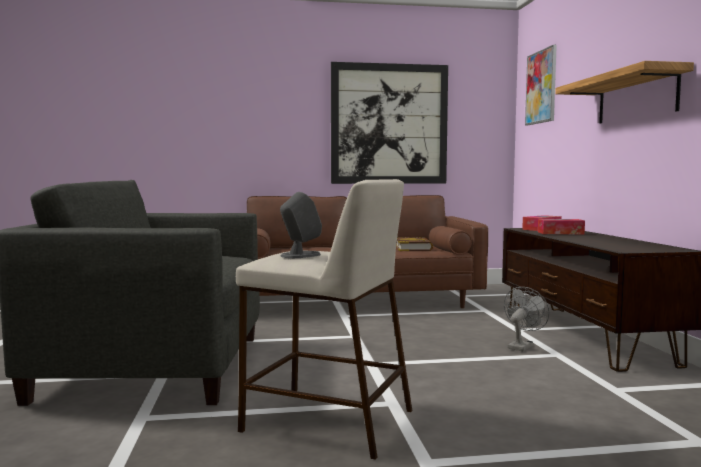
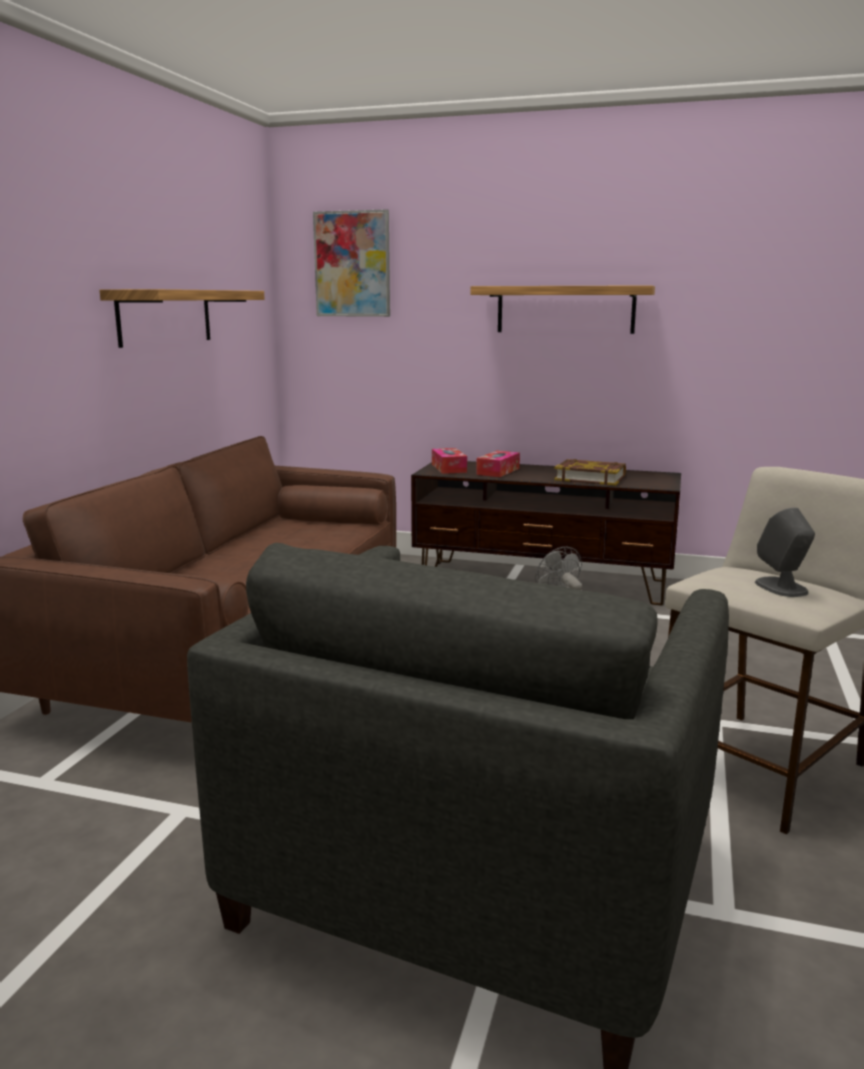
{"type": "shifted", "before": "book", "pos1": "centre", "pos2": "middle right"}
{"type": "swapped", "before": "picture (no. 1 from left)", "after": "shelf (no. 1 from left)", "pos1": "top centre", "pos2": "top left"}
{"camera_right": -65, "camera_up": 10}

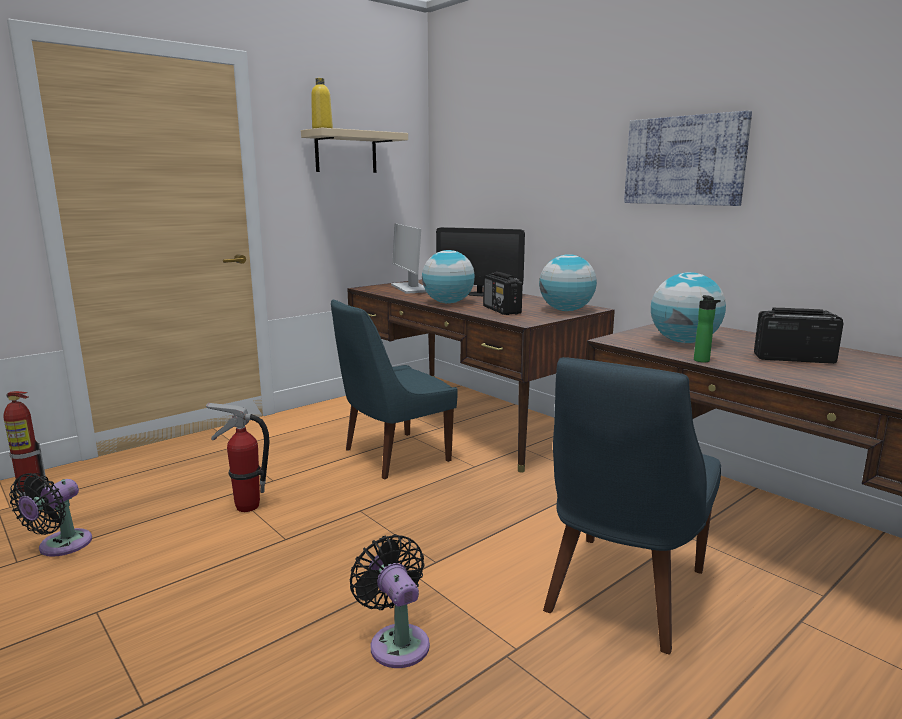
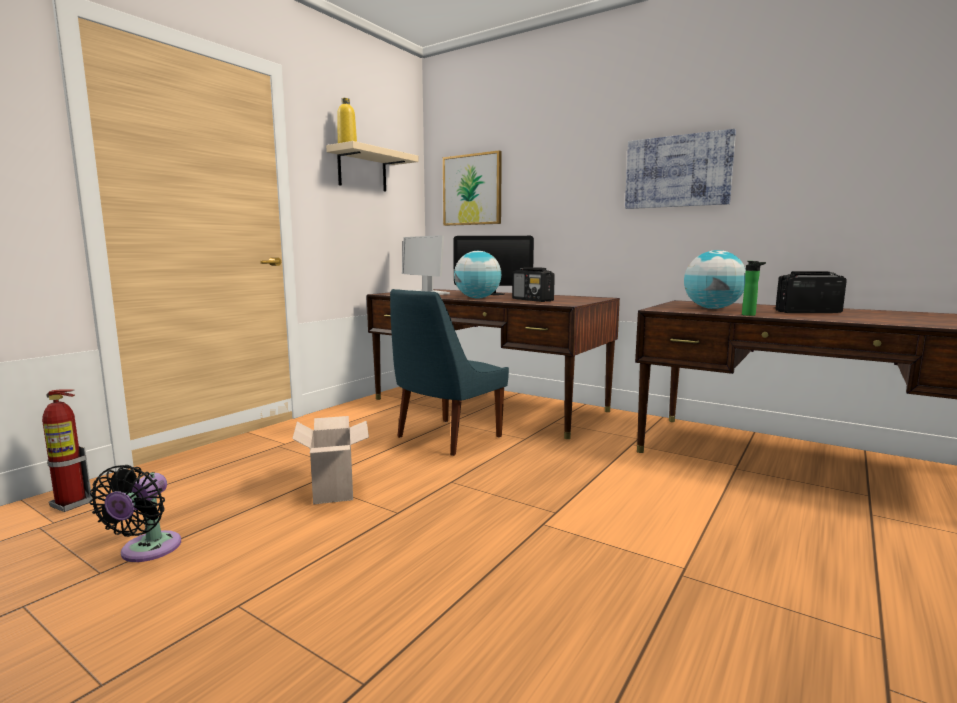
{"type": "gone", "before": "fan/black (no. 2 from left)", "pos1": "bottom centre"}
{"type": "gone", "before": "globe (no. 2 from left)", "pos1": "centre"}
{"type": "gone", "before": "chair/blue (no. 2 from left)", "pos1": "bottom right"}
{"type": "new", "after": "picture (no. 1 from left)", "pos2": "top centre"}
{"type": "swapped", "before": "fire extinguisher (no. 2 from left)", "after": "cardboard box", "pos1": "middle left", "pos2": "centre"}
{"camera_right": -15, "camera_up": -5}

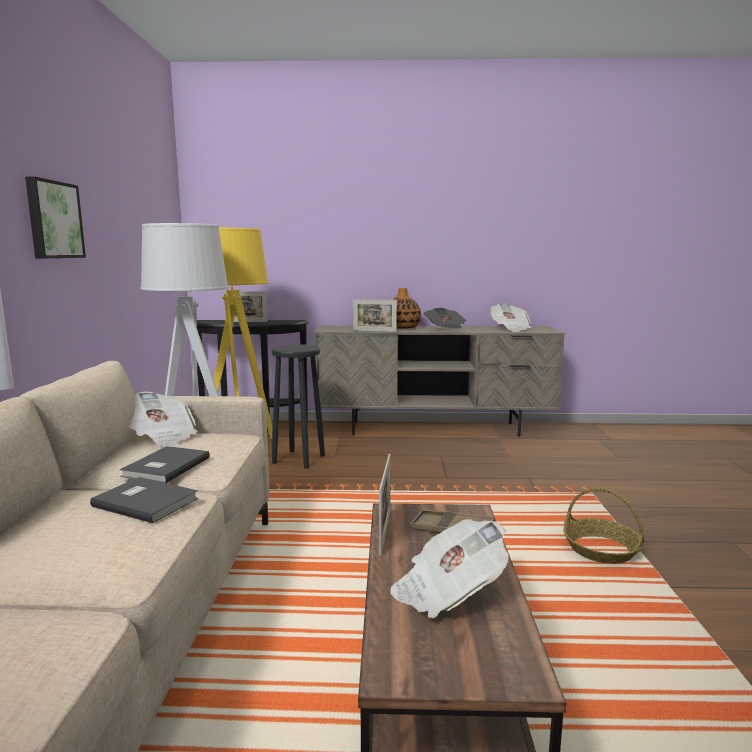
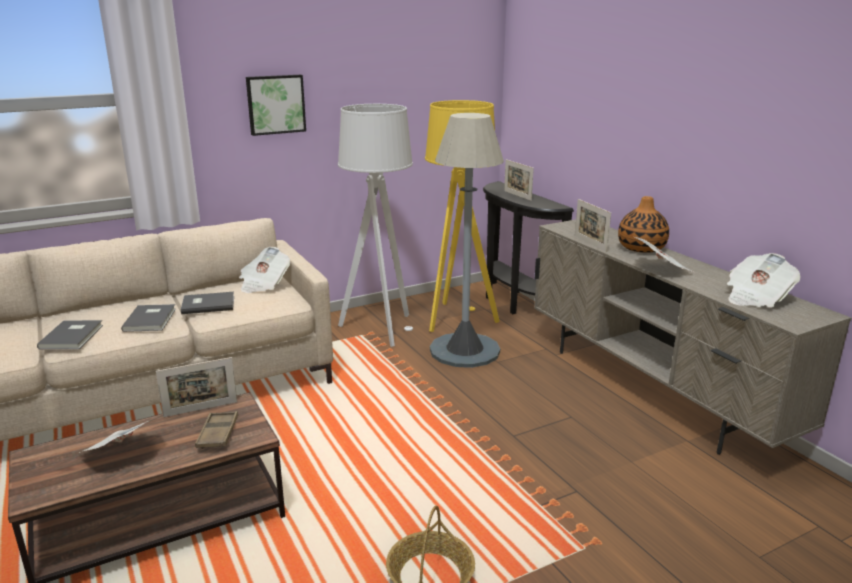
{"type": "new", "after": "book/grey (no. 1 from left)", "pos2": "middle left"}
{"type": "swapped", "before": "stool/black", "after": "floor lamp/grey (no. 2 from left)", "pos1": "centre", "pos2": "centre"}
{"camera_right": 60, "camera_up": 10}

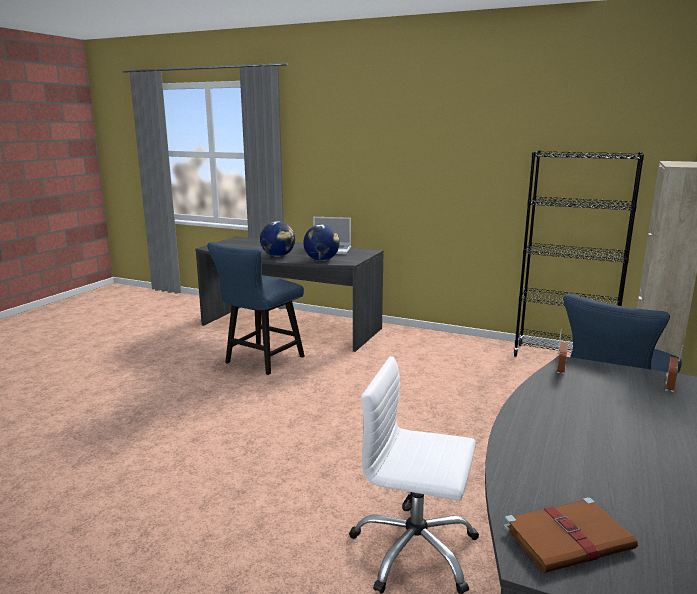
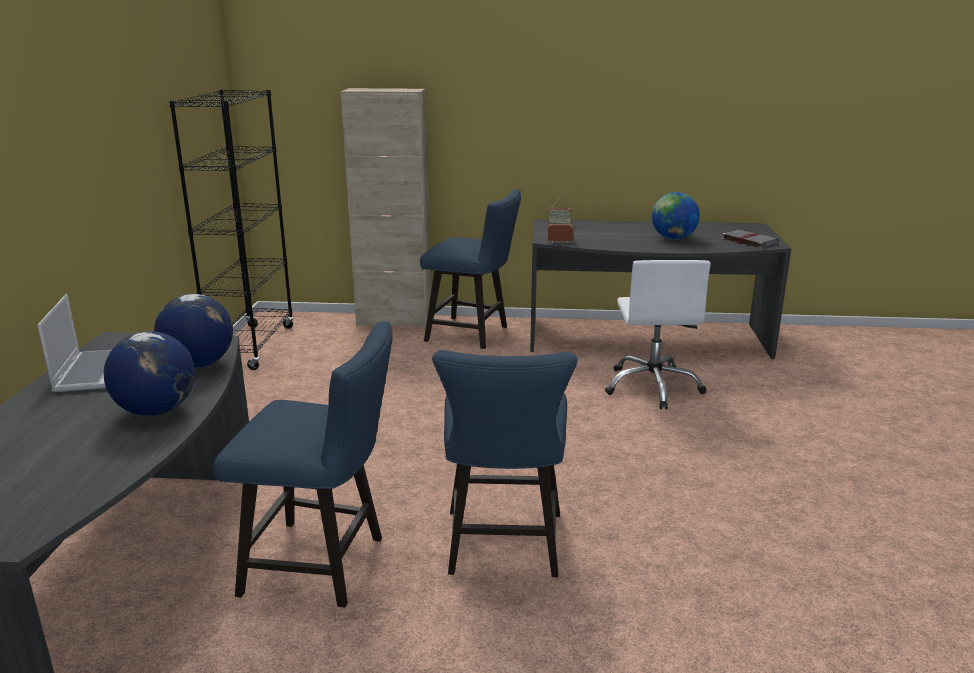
{"type": "new", "after": "chair/blue (no. 3 from left)", "pos2": "bottom centre"}
{"type": "new", "after": "globe (no. 3 from left)", "pos2": "top right"}
{"type": "repainted", "before": "book/brown", "after": "book/grey", "pos1": "bottom right", "pos2": "middle right"}
{"camera_right": -110, "camera_up": 5}

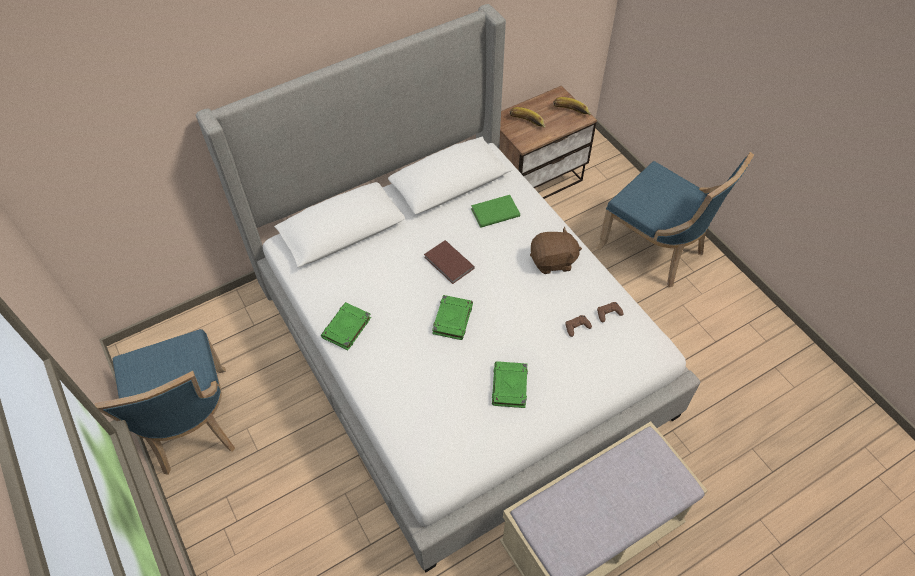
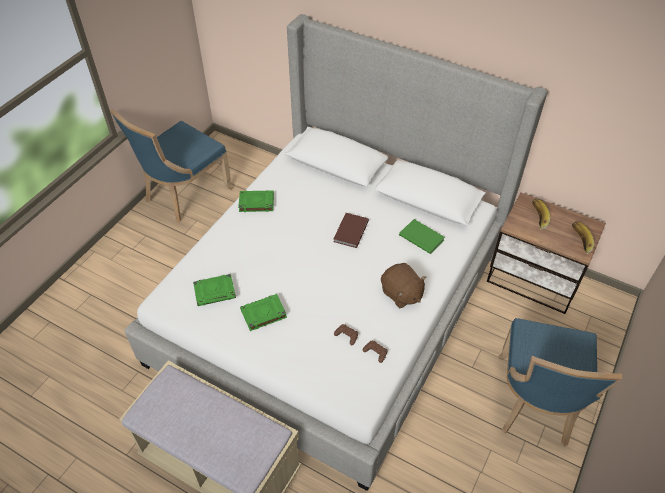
{"type": "shifted", "before": "book/green (no. 2 from left in the first image)", "after": "book/green (no. 1 from left)", "pos1": "centre", "pos2": "middle left"}
{"camera_right": 60, "camera_up": -5}

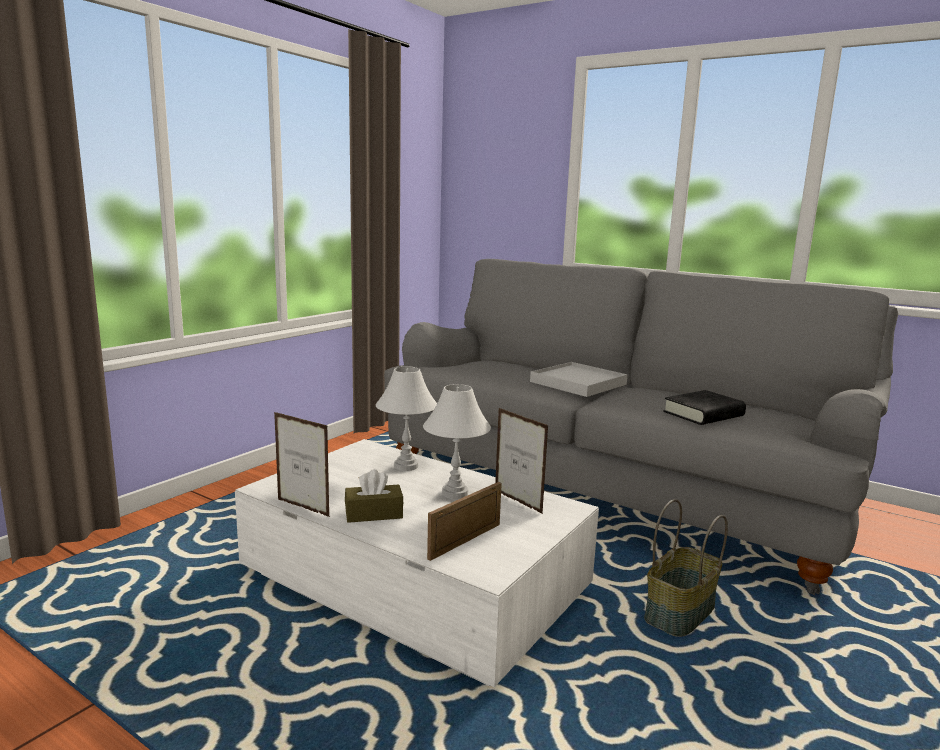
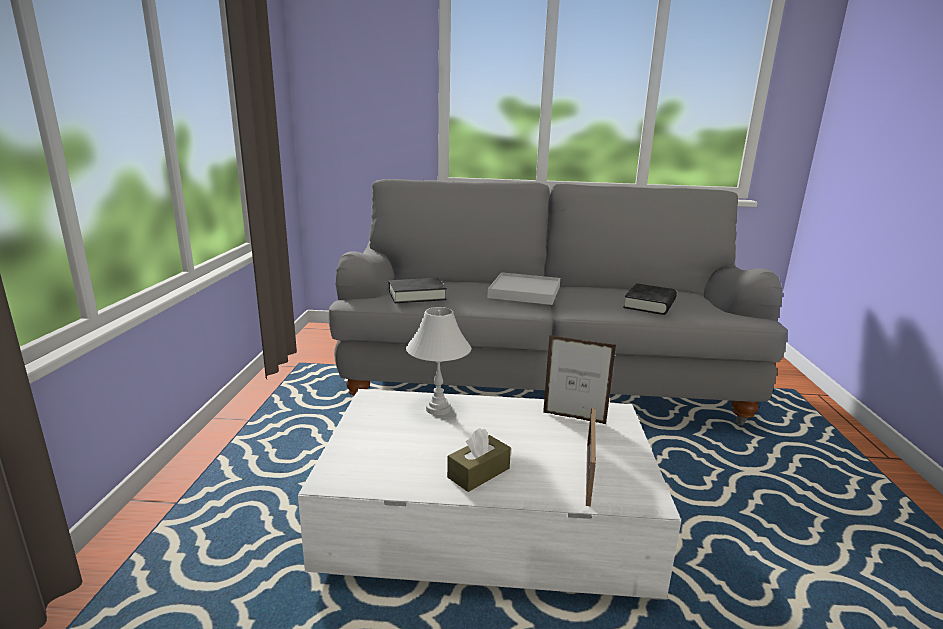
{"type": "gone", "before": "picture frame (no. 1 from left)", "pos1": "middle left"}
{"type": "gone", "before": "table lamp/white (no. 2 from left)", "pos1": "centre"}
{"type": "gone", "before": "basket", "pos1": "bottom right"}
{"type": "new", "after": "book/black (no. 1 from left)", "pos2": "centre"}
{"camera_right": -30, "camera_up": 5}

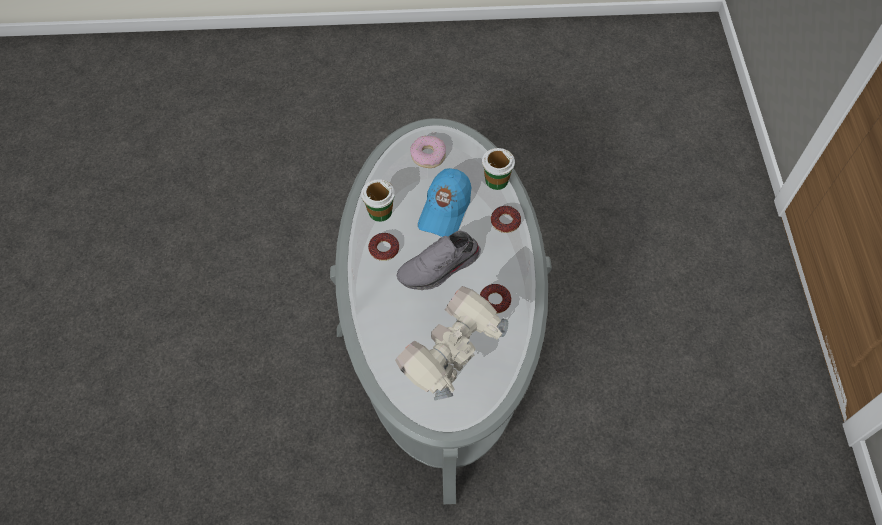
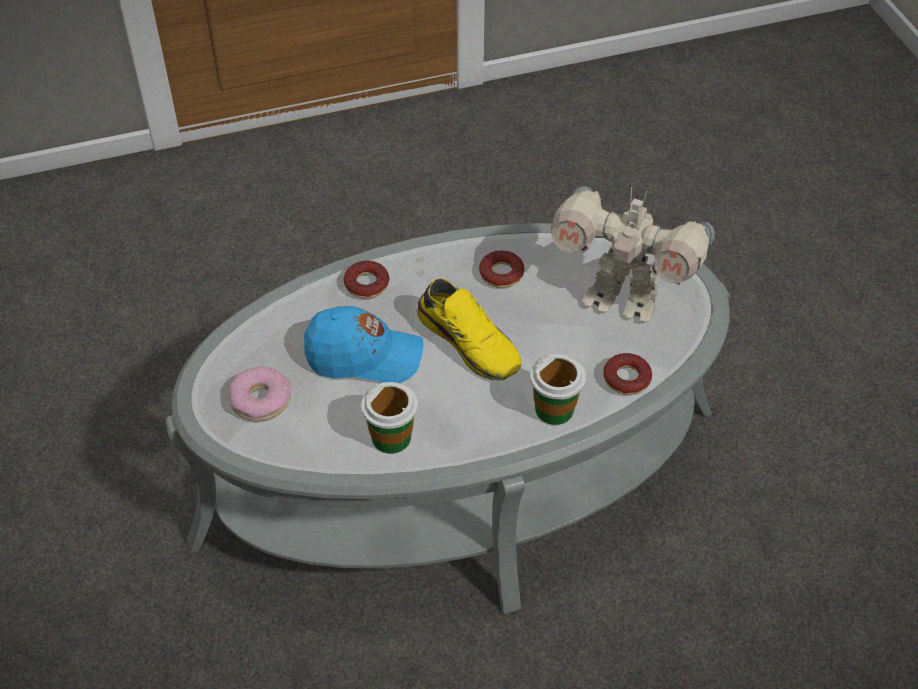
{"type": "shifted", "before": "donut (no. 1 from left in the first image)", "after": "donut (no. 4 from left)", "pos1": "centre", "pos2": "middle right"}
{"type": "shifted", "before": "cup (no. 2 from left)", "pos1": "top centre", "pos2": "centre"}
{"type": "repainted", "before": "shoe/grey", "after": "shoe/yellow", "pos1": "centre", "pos2": "centre"}
{"camera_right": -105, "camera_up": -10}

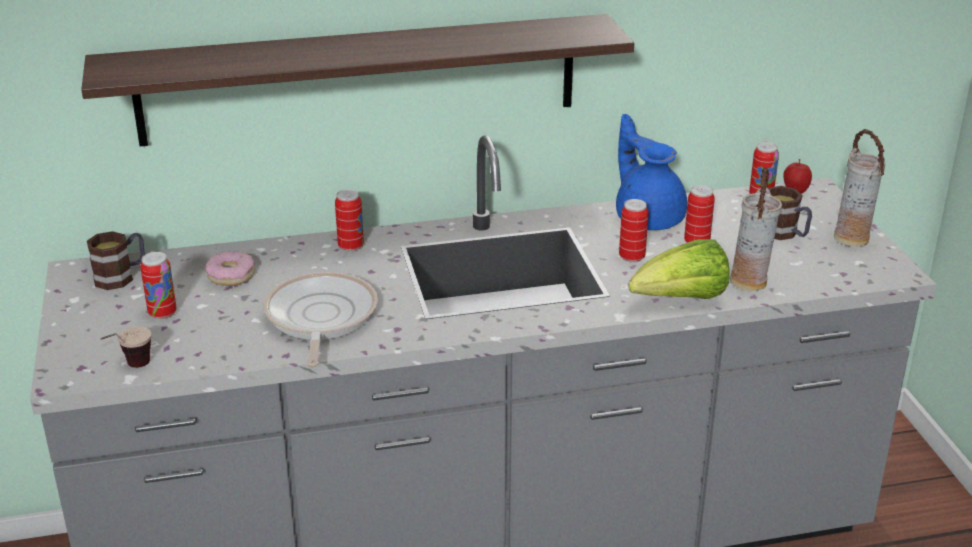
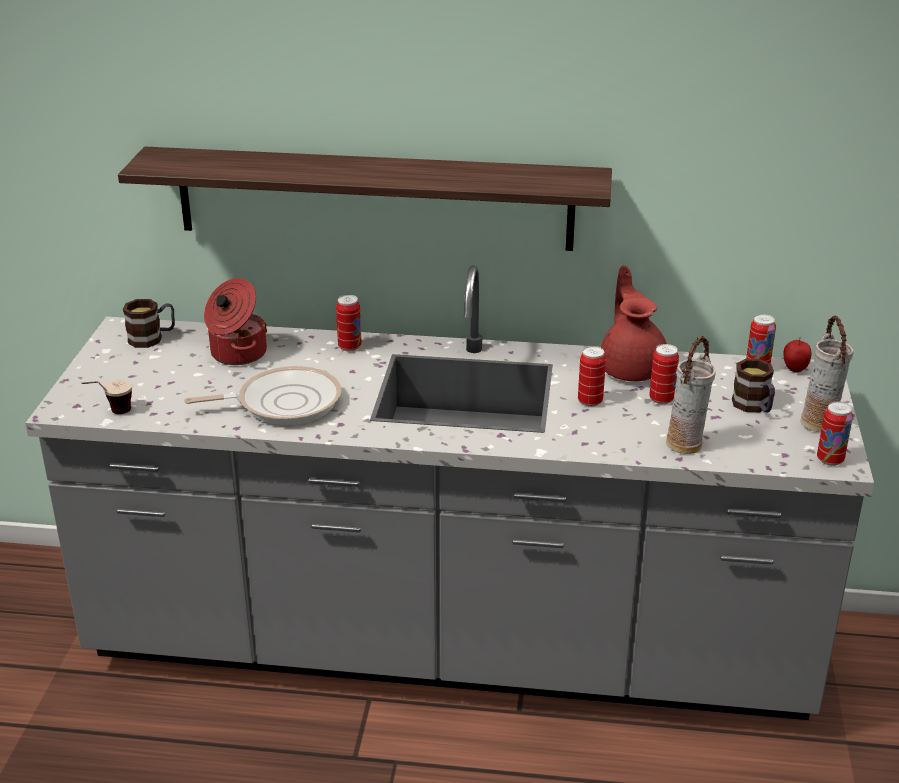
{"type": "gone", "before": "lettuce", "pos1": "middle right"}
{"type": "shifted", "before": "can (no. 1 from left in the first image)", "after": "can (no. 5 from left)", "pos1": "middle left", "pos2": "middle right"}
{"type": "swapped", "before": "donut", "after": "cooking pot", "pos1": "middle left", "pos2": "middle left"}
{"type": "repainted", "before": "teapot/blue", "after": "teapot/red", "pos1": "top right", "pos2": "middle right"}
{"type": "rotated", "before": "frying pan", "pos1": "middle left", "pos2": "middle left", "turn": 60}
{"camera_right": 20, "camera_up": 0}

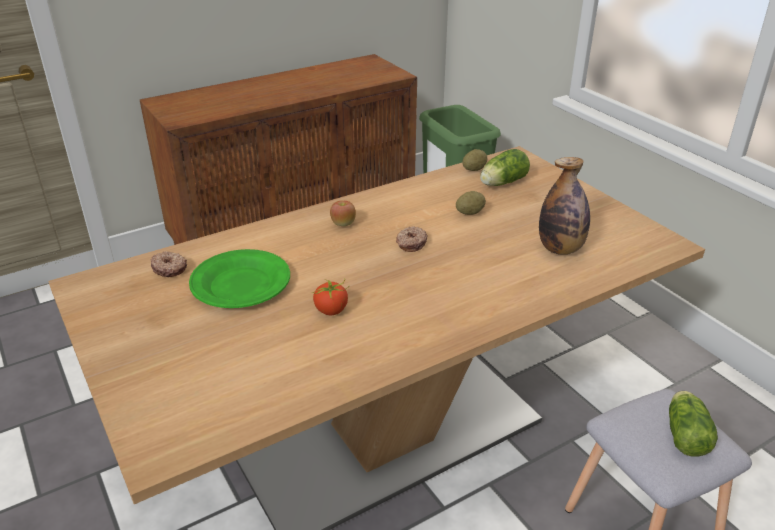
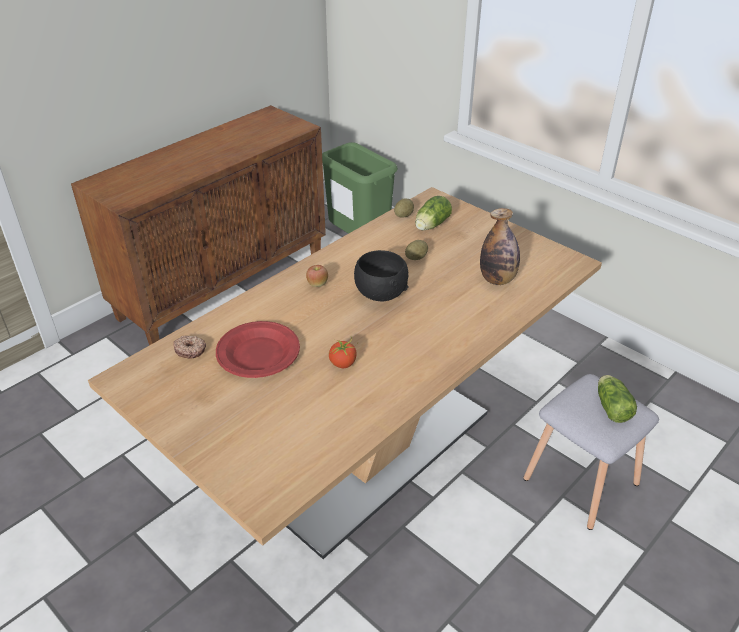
{"type": "swapped", "before": "donut (no. 2 from left)", "after": "bowl/black", "pos1": "centre", "pos2": "centre"}
{"type": "repainted", "before": "plate/green", "after": "plate/red", "pos1": "middle left", "pos2": "centre"}
{"camera_right": -15, "camera_up": 5}

